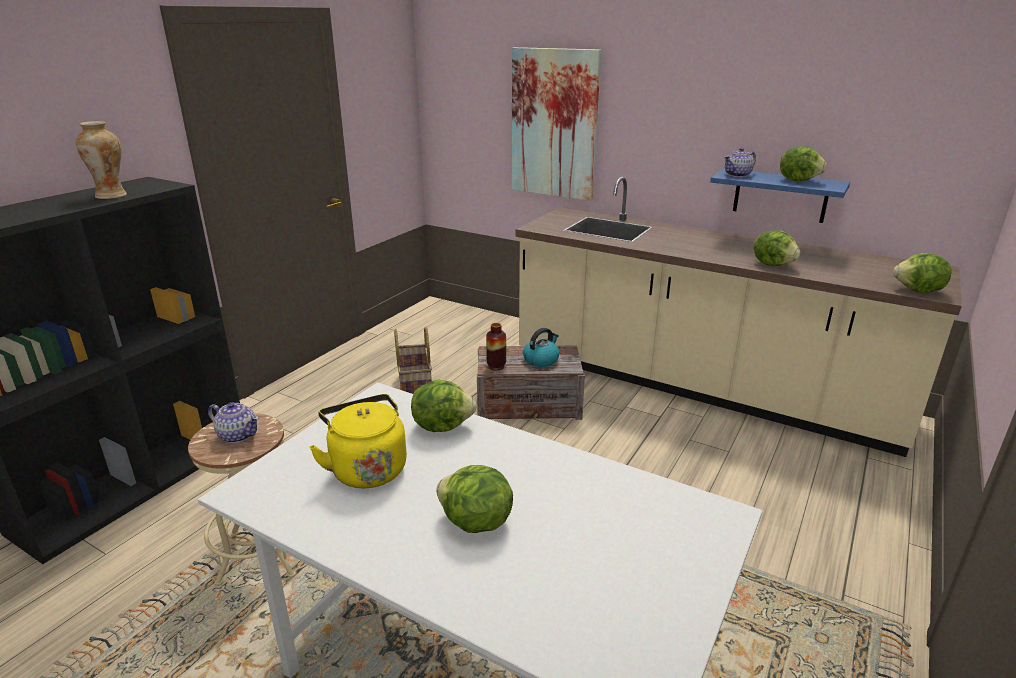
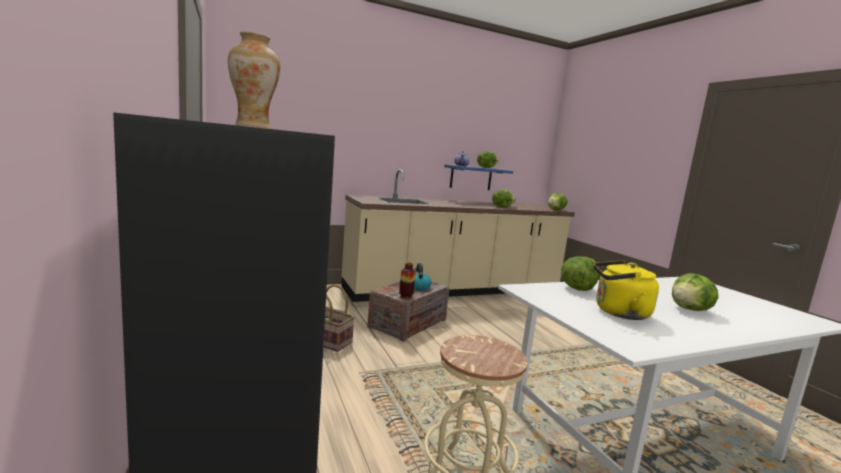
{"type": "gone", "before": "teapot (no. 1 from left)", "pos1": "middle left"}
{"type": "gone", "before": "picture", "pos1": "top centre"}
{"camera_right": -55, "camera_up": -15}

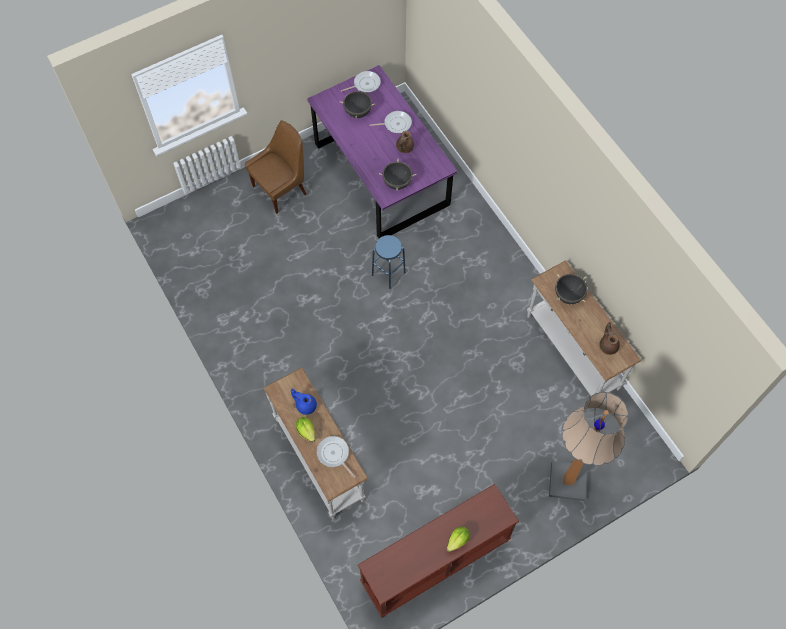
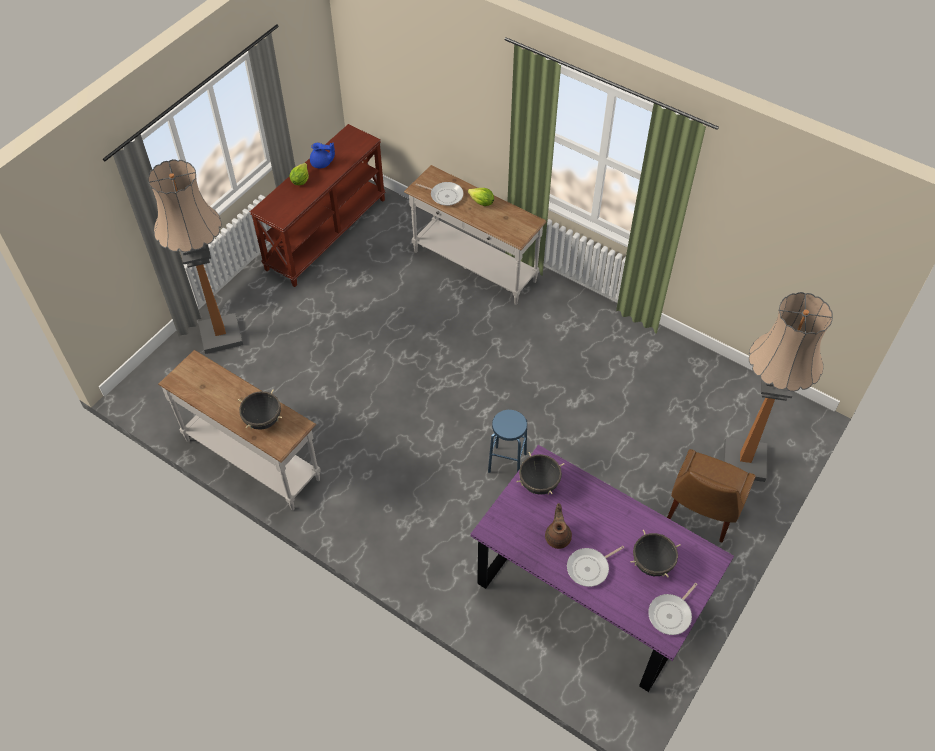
{"type": "gone", "before": "teapot/brown (no. 2 from left)", "pos1": "middle right"}
{"type": "new", "after": "floor lamp (no. 2 from left)", "pos2": "middle right"}
{"type": "shifted", "before": "teapot/blue", "pos1": "centre", "pos2": "top centre"}
{"camera_right": 155, "camera_up": -10}

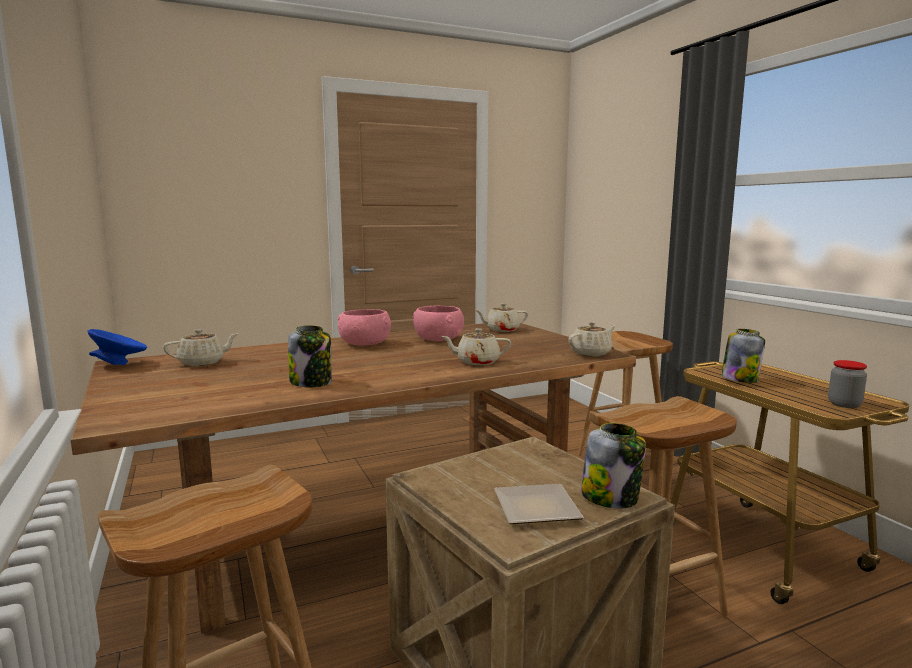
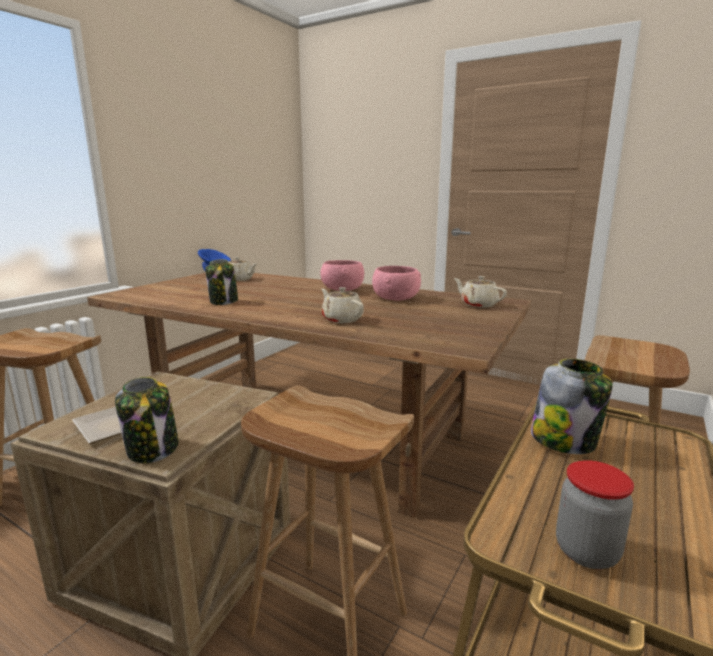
{"type": "gone", "before": "teapot/beige (no. 4 from left)", "pos1": "centre"}
{"camera_right": 55, "camera_up": 5}

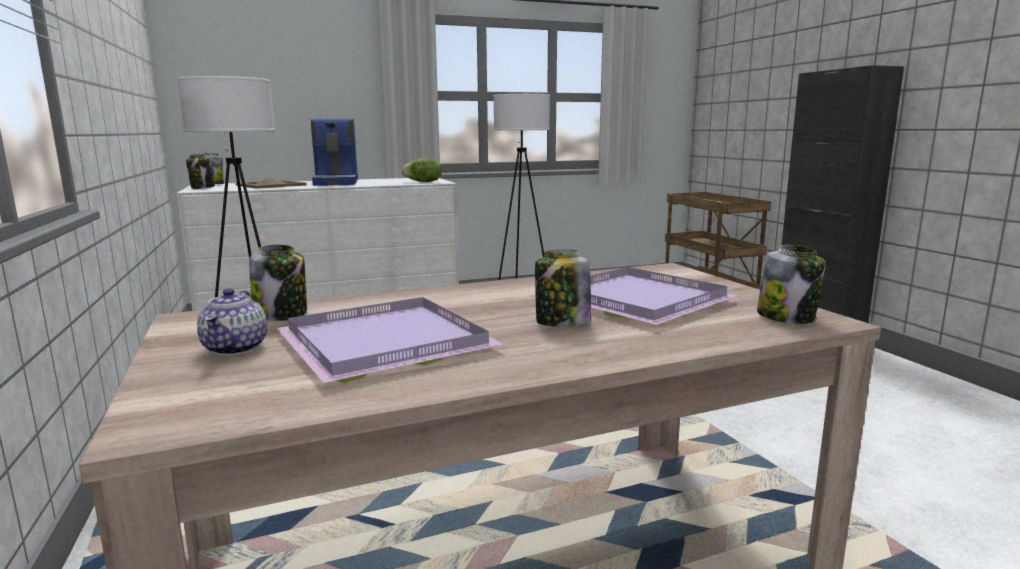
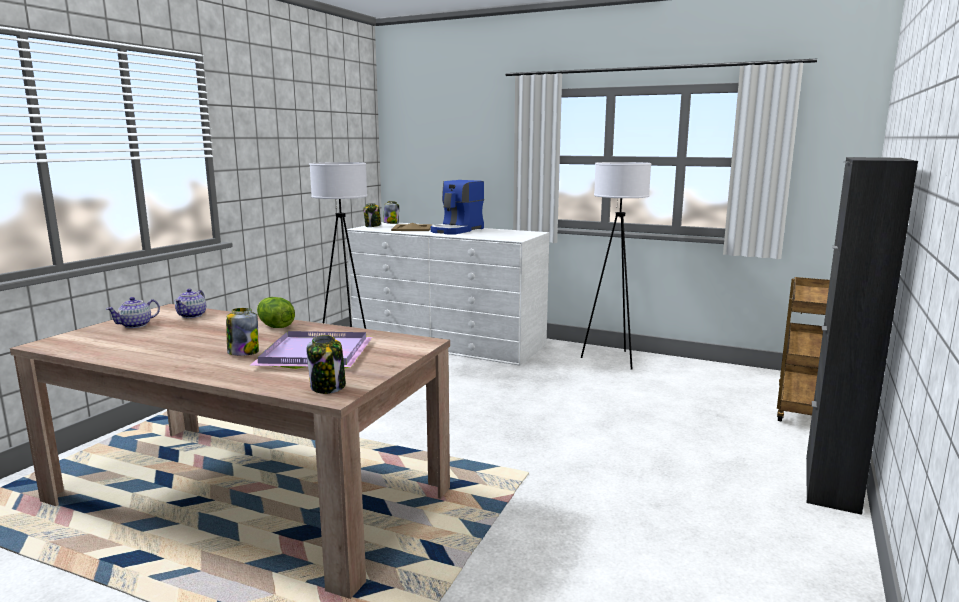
{"type": "gone", "before": "tray/purple (no. 1 from left)", "pos1": "centre"}
{"type": "shifted", "before": "lettuce", "pos1": "top centre", "pos2": "middle left"}
{"type": "swapped", "before": "jar (no. 3 from left)", "after": "teapot (no. 2 from left)", "pos1": "middle left", "pos2": "middle left"}
{"camera_right": 45, "camera_up": 0}

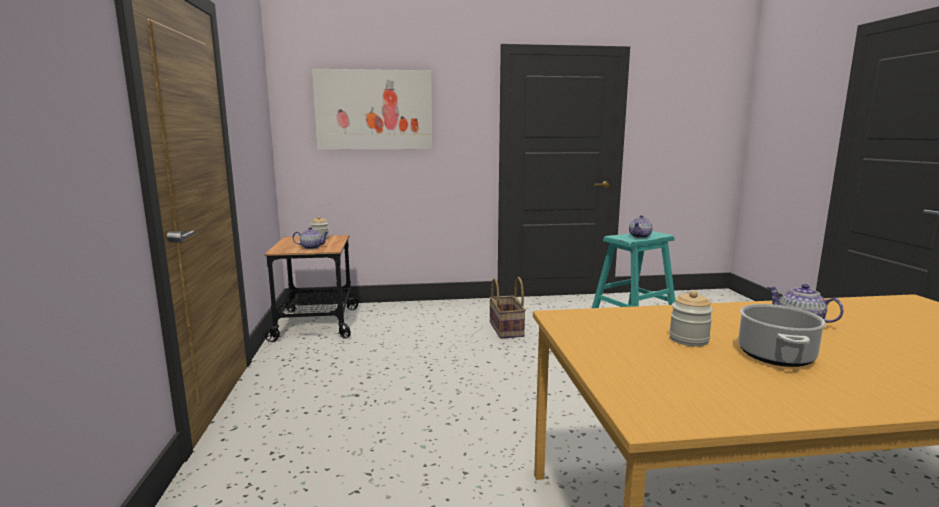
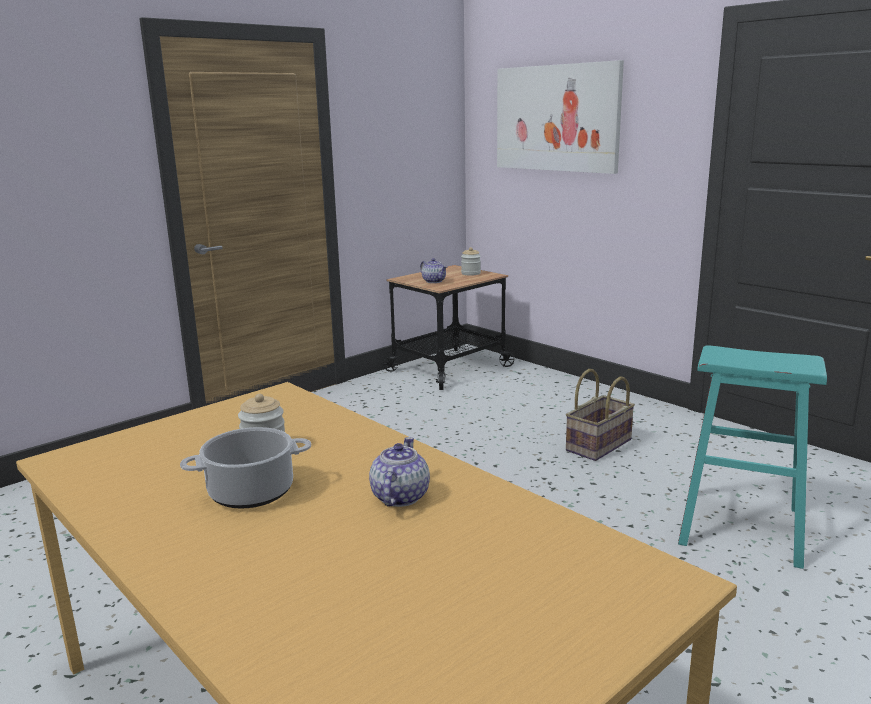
{"type": "gone", "before": "teapot (no. 2 from left)", "pos1": "middle right"}
{"camera_right": 55, "camera_up": 5}

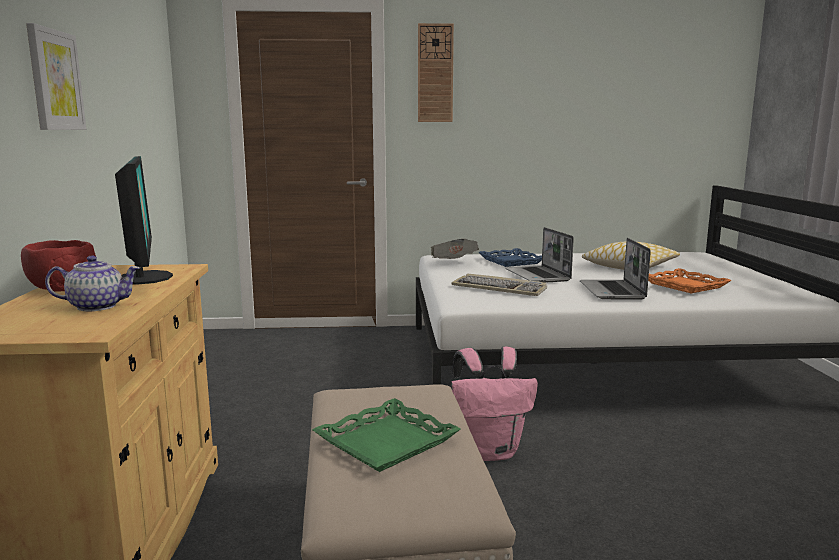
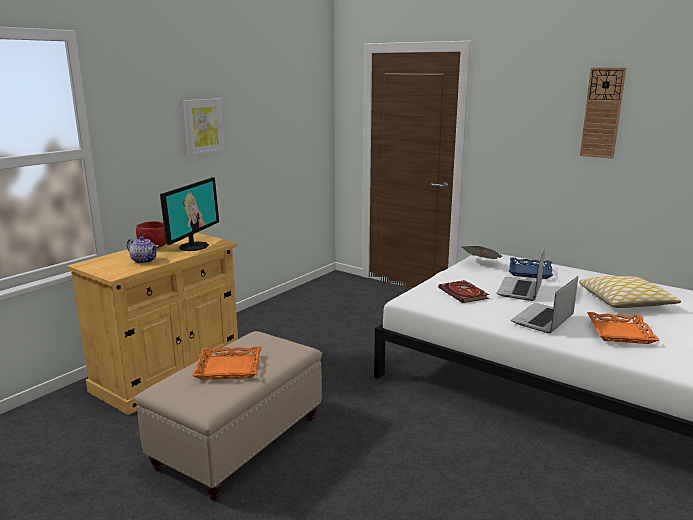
{"type": "gone", "before": "backpack/pink", "pos1": "bottom centre"}
{"type": "shifted", "before": "wall clock", "pos1": "top centre", "pos2": "top right"}
{"type": "swapped", "before": "keyboard", "after": "book", "pos1": "centre", "pos2": "middle right"}
{"type": "repainted", "before": "tray/green", "after": "tray/orange (no. 1 from left)", "pos1": "bottom centre", "pos2": "bottom left"}
{"camera_right": 40, "camera_up": 5}

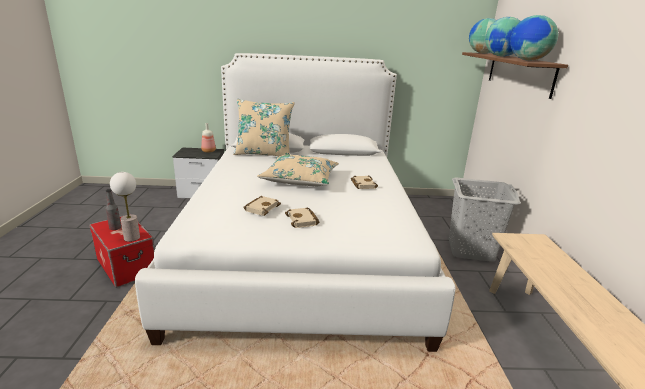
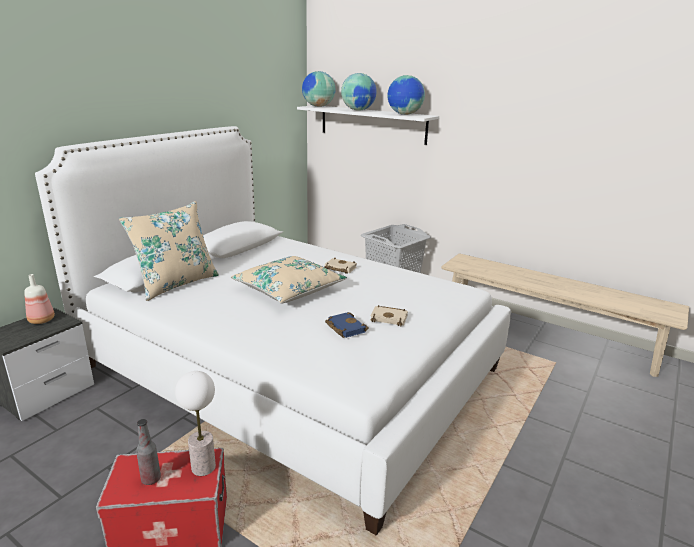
{"type": "repainted", "before": "book/beige (no. 1 from left)", "after": "book/blue", "pos1": "centre", "pos2": "centre"}
{"type": "repainted", "before": "shelf/brown", "after": "shelf/white", "pos1": "top right", "pos2": "top centre"}
{"camera_right": -55, "camera_up": 0}

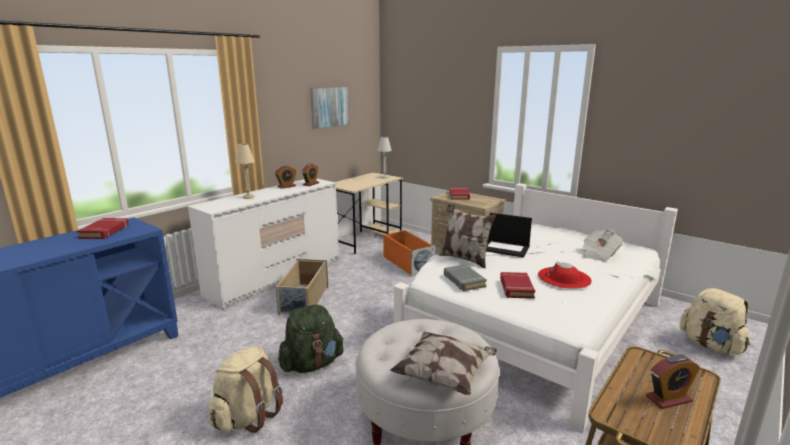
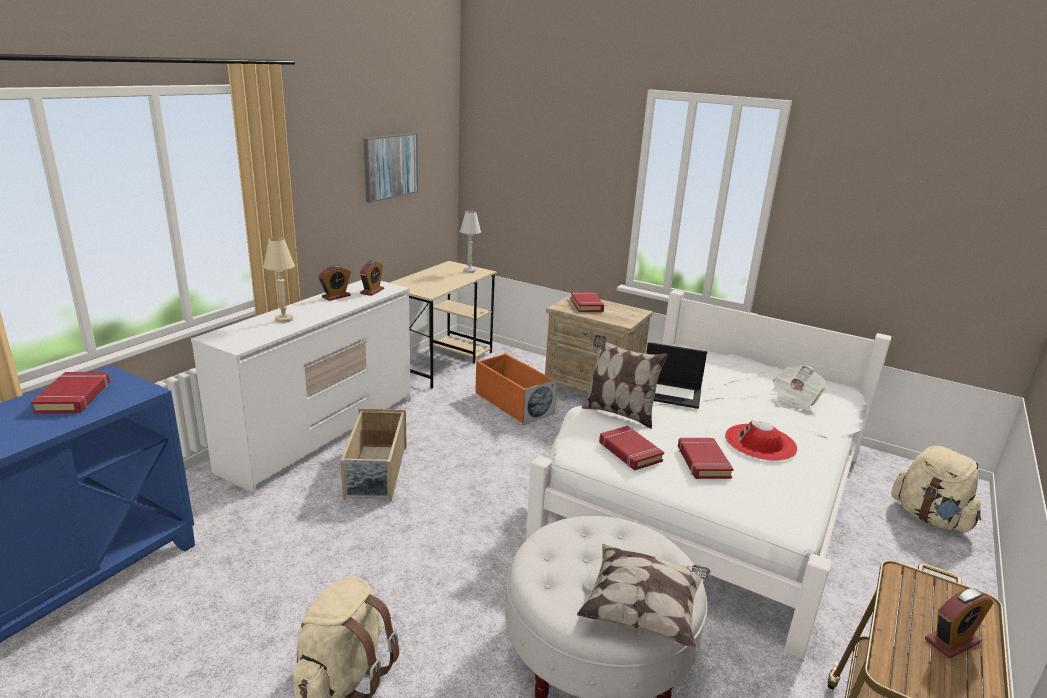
{"type": "gone", "before": "backpack/green", "pos1": "bottom centre"}
{"type": "repainted", "before": "book/grey", "after": "book/red (no. 3 from left)", "pos1": "centre", "pos2": "centre"}
{"camera_right": -10, "camera_up": 5}

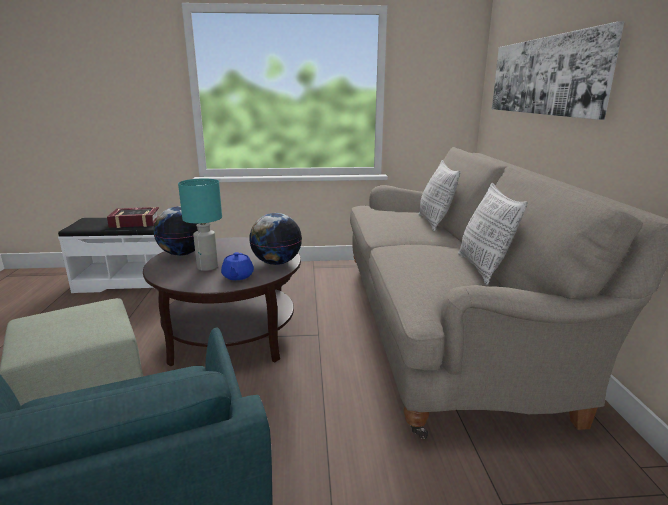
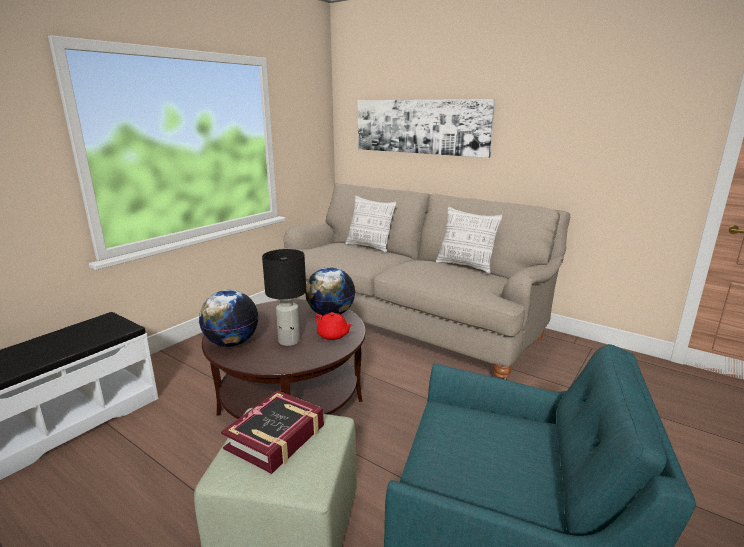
{"type": "shifted", "before": "book", "pos1": "middle left", "pos2": "bottom centre"}
{"type": "repainted", "before": "table lamp/turquoise", "after": "table lamp/black", "pos1": "middle left", "pos2": "centre"}
{"type": "repainted", "before": "teapot/blue", "after": "teapot/red", "pos1": "centre", "pos2": "centre"}
{"camera_right": -50, "camera_up": 0}

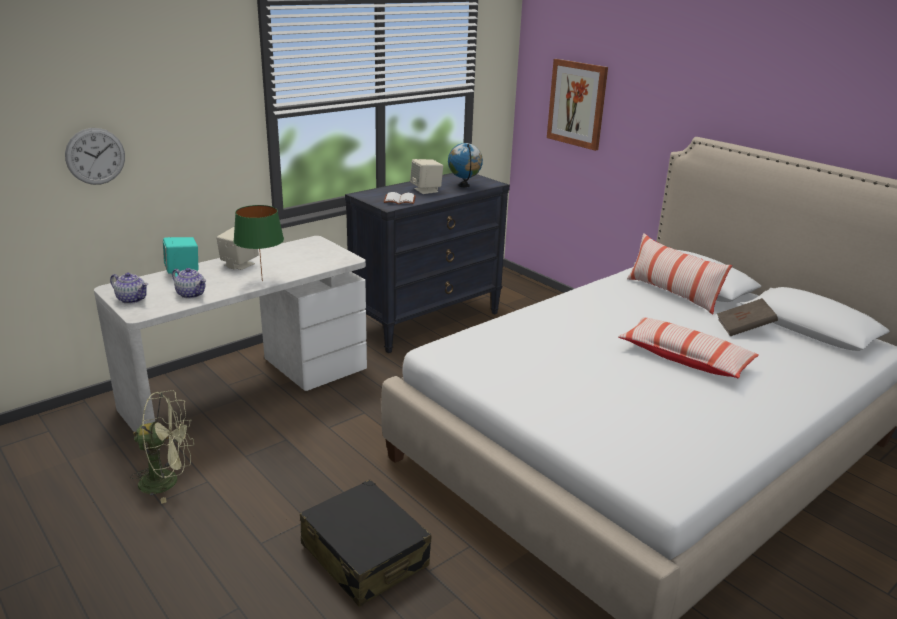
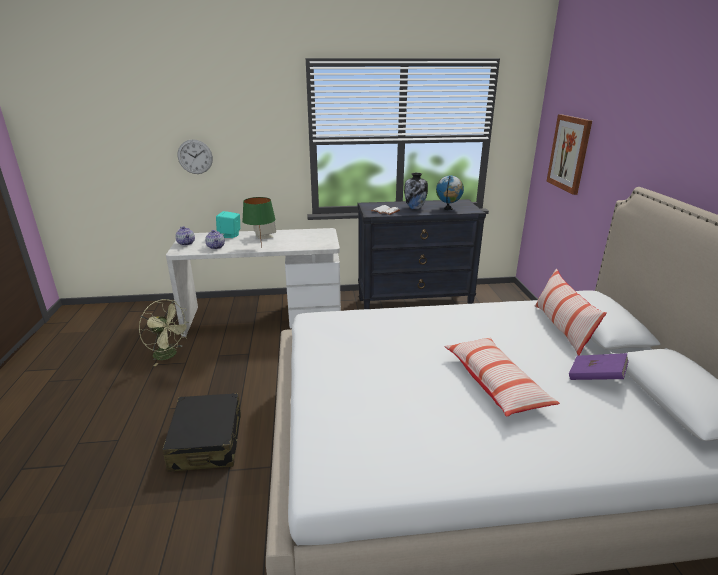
{"type": "swapped", "before": "speaker/beige (no. 2 from left)", "after": "vase", "pos1": "top centre", "pos2": "top centre"}
{"type": "repainted", "before": "book/brown", "after": "book/purple", "pos1": "middle right", "pos2": "middle right"}
{"camera_right": 35, "camera_up": 0}

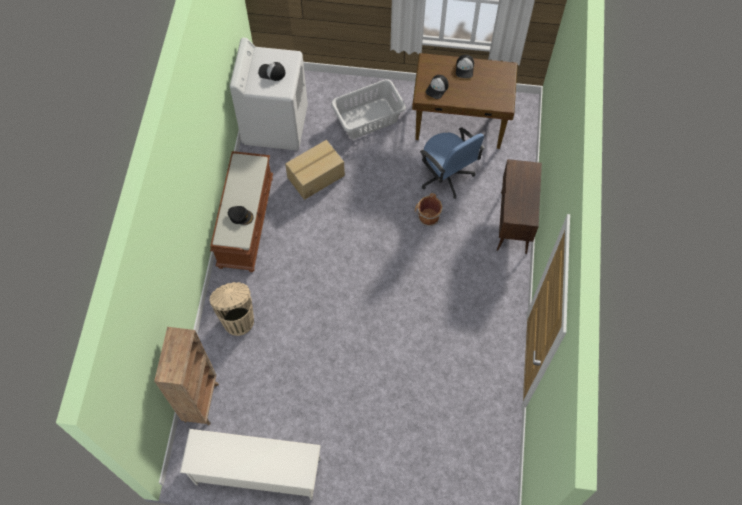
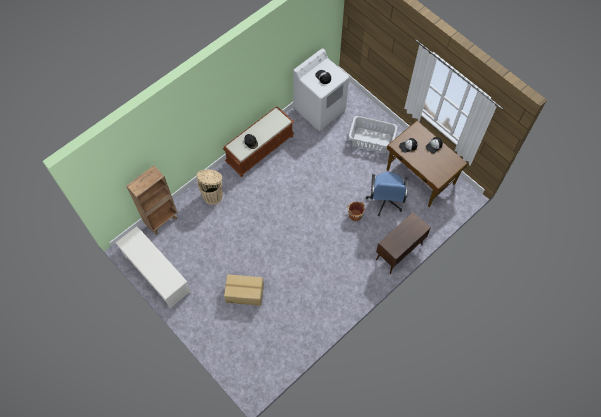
{"type": "shifted", "before": "cardboard box", "pos1": "centre", "pos2": "bottom centre"}
{"camera_right": 40, "camera_up": 0}

